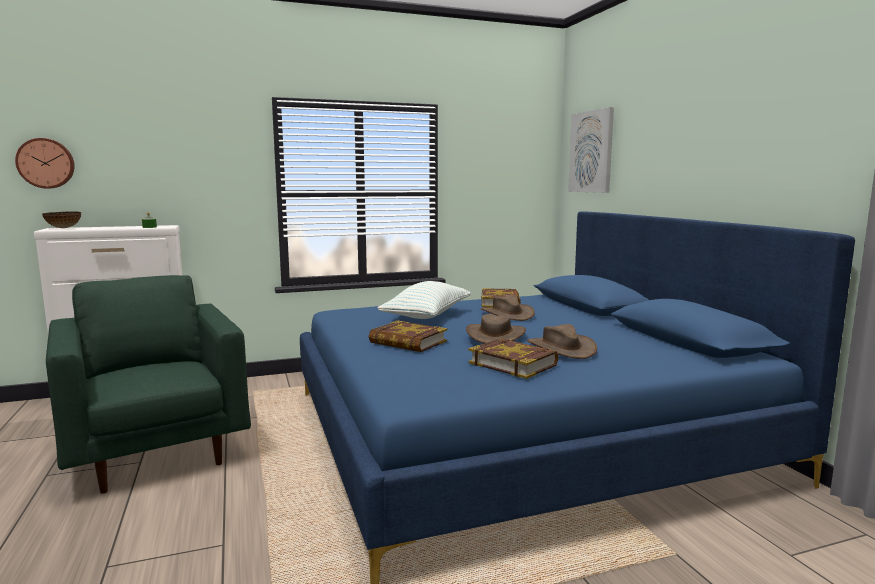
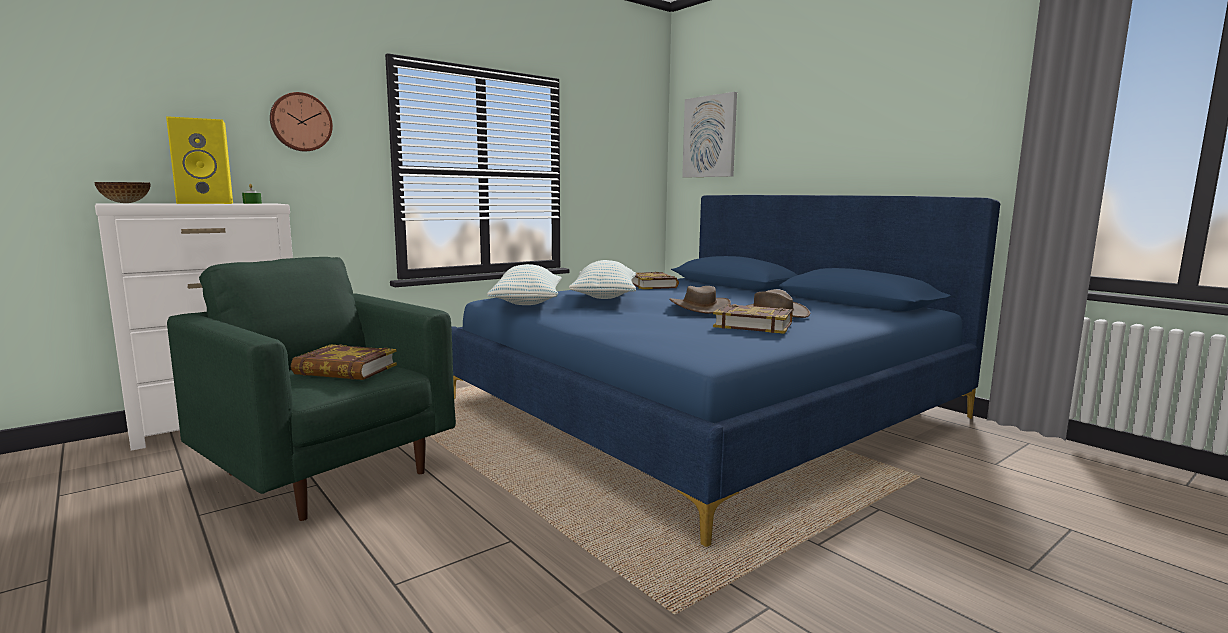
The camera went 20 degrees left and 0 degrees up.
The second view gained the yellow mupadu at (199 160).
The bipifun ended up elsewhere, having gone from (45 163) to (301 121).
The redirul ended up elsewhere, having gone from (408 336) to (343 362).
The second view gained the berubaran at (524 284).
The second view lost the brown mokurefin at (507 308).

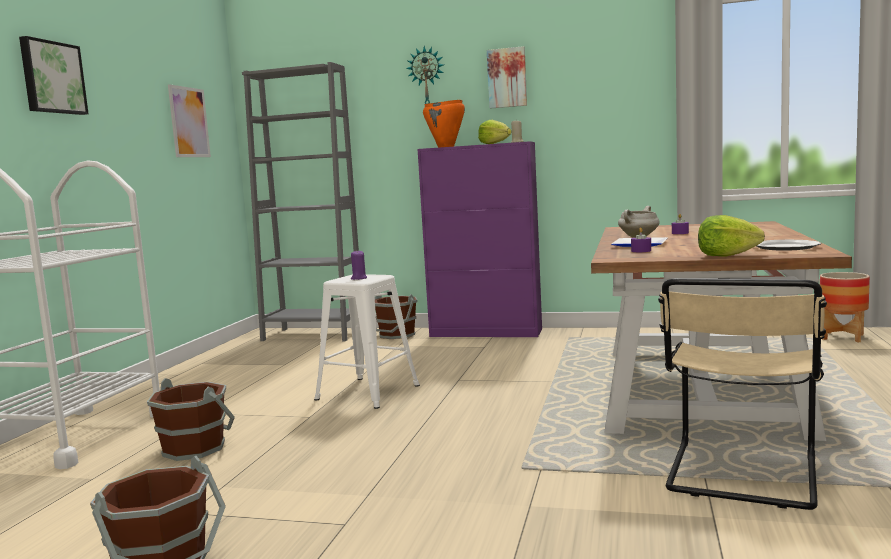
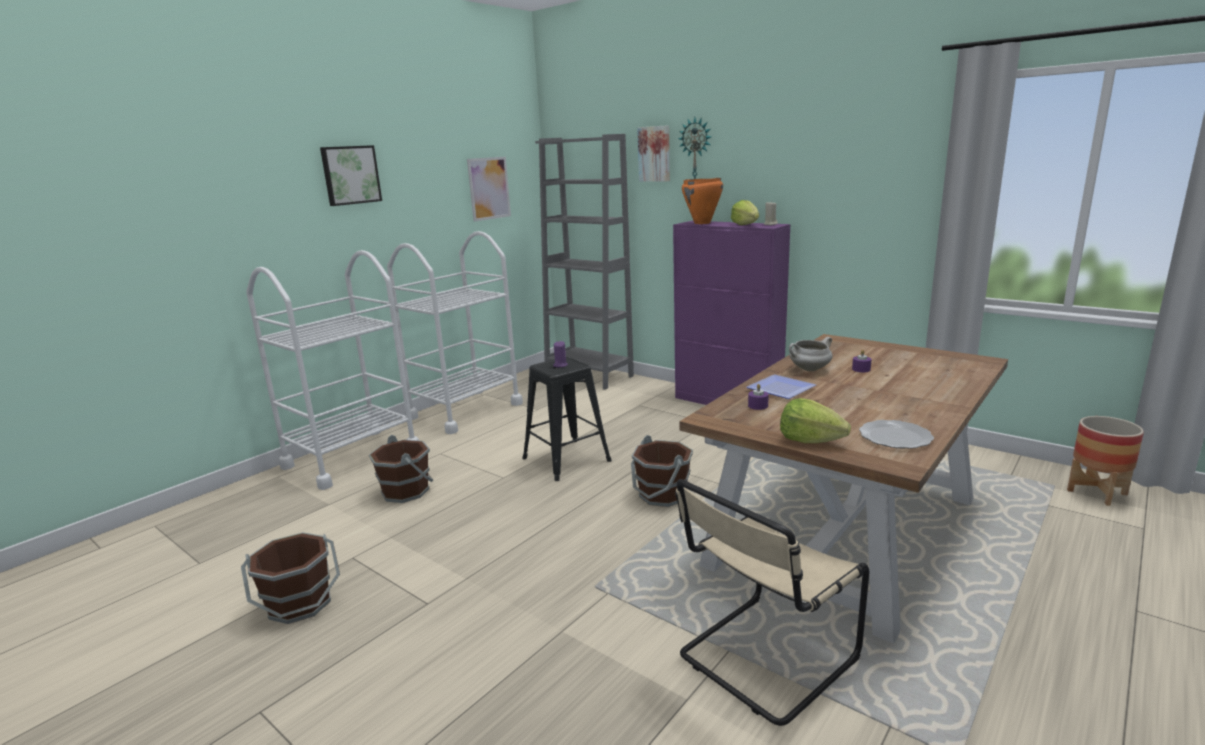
The camera went 25 degrees right and 10 degrees up.
The second view gained the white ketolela at (455 332).
What was the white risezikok at (367 341) turned into the black risezikok at (567 419).
The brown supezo ended up elsewhere, having gone from (396 316) to (662 471).
The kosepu ended up elsewhere, having gone from (507 77) to (653 153).

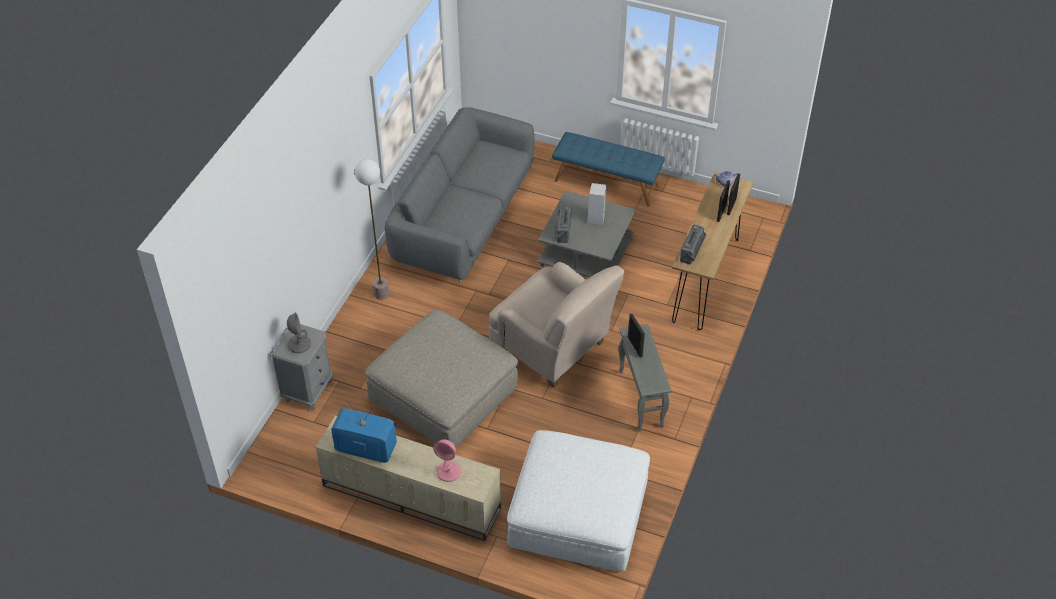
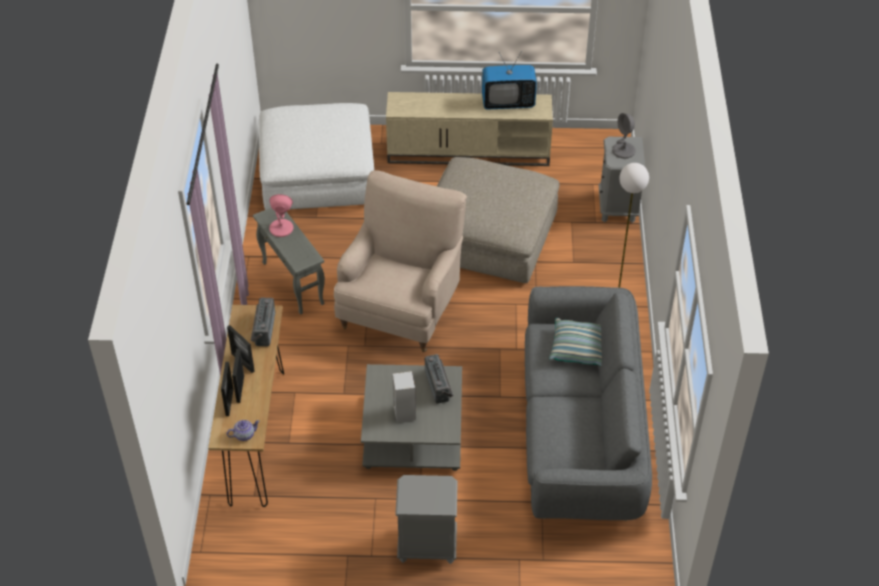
The camera went 160 degrees right and 0 degrees up.
The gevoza ended up elsewhere, having gone from (636 336) to (241 349).
The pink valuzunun ended up elsewhere, having gone from (447 460) to (281 215).
The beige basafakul at (556 325) ended up facing another way, 90 degrees clockwise from before.
Where the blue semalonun stood at (608 169), the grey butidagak came to stand at (426 519).
The second view gained the berubaran at (575 342).

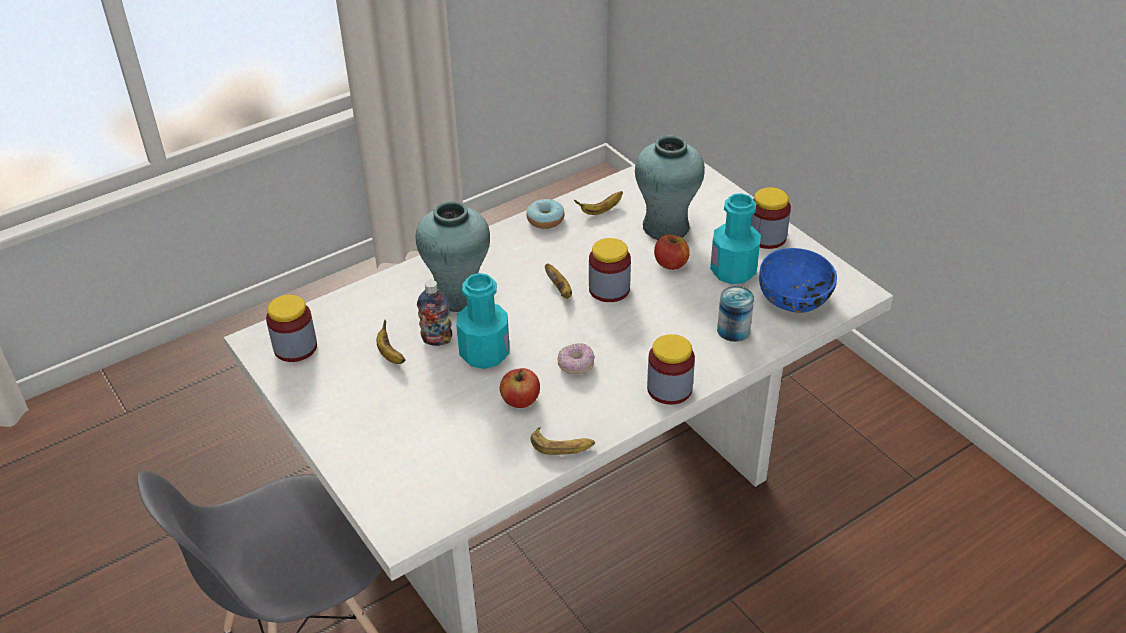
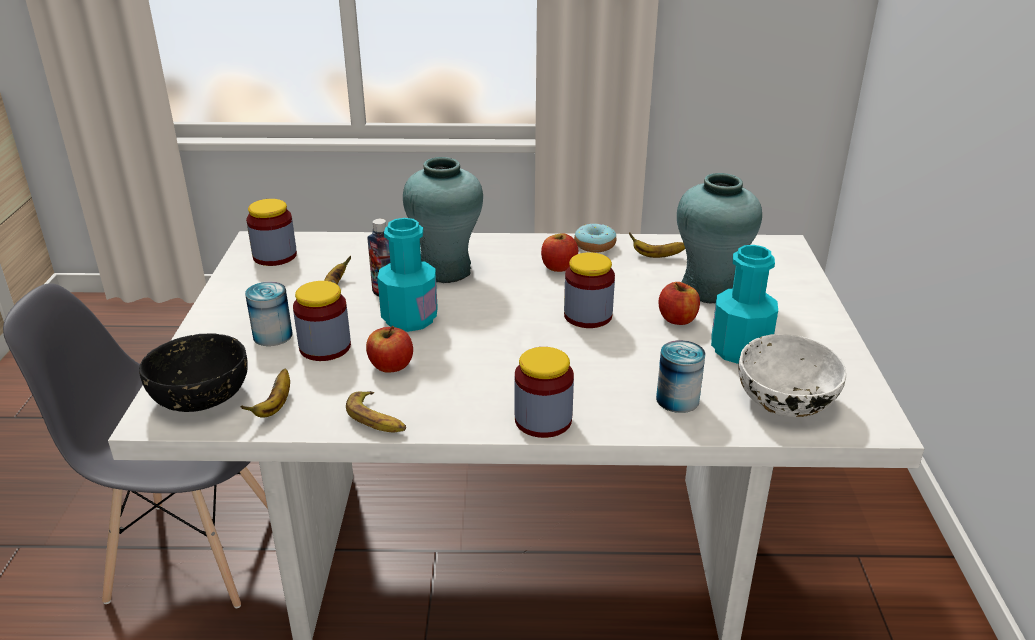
The camera went 35 degrees right and 10 degrees down.
The second view gained the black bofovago at (193 373).
The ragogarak ended up elsewhere, having gone from (558 281) to (265 393).
The second view gained the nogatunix at (269 313).
The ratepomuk ended up elsewhere, having gone from (771 218) to (322 321).
The second view gained the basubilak at (559 252).
What was the blue bofovago at (798 280) turned into the white bofovago at (792 375).
The second view lost the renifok at (576 358).

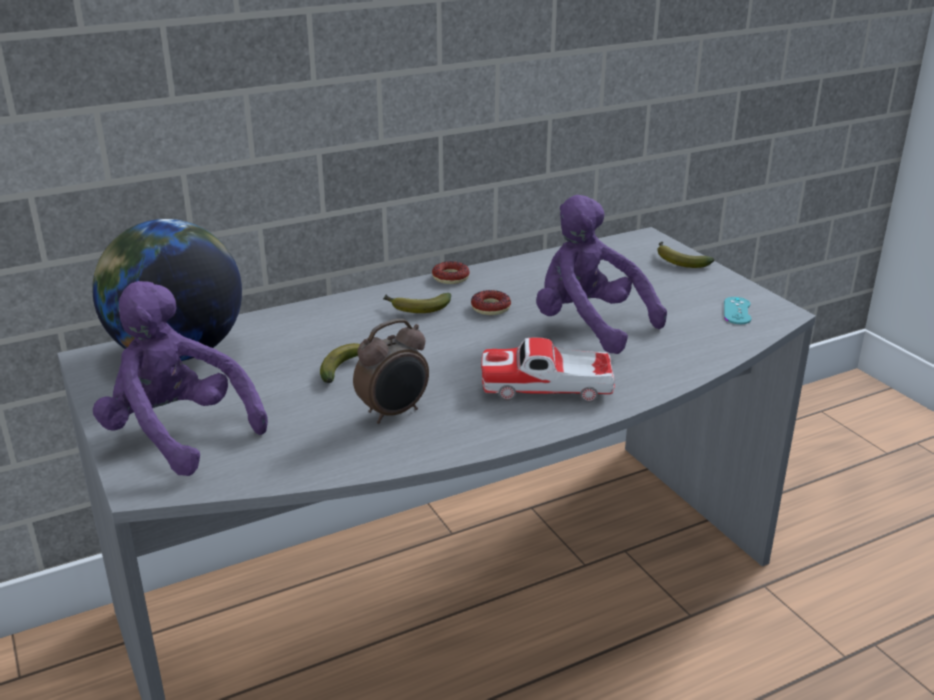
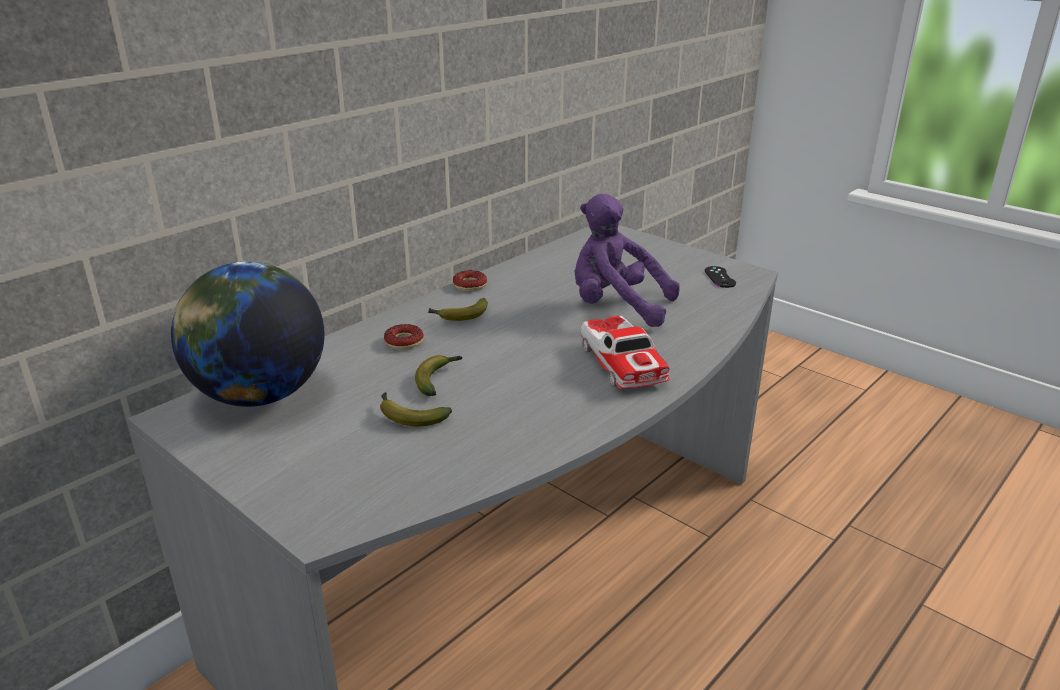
The camera went 20 degrees left and 0 degrees up.
The ragogarak ended up elsewhere, having gone from (685 254) to (416 409).
The renifok ended up elsewhere, having gone from (491 302) to (404 337).
The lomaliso at (548 370) ended up facing another way, 90 degrees counterclockwise from before.
What was the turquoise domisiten at (737 310) turned into the black domisiten at (720 277).
The second view lost the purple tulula at (180 378).
The second view lost the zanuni at (391 371).

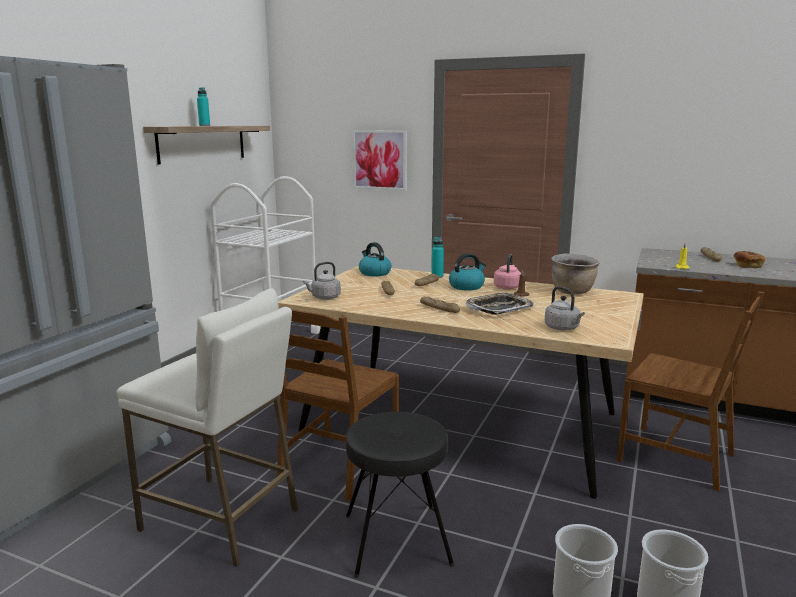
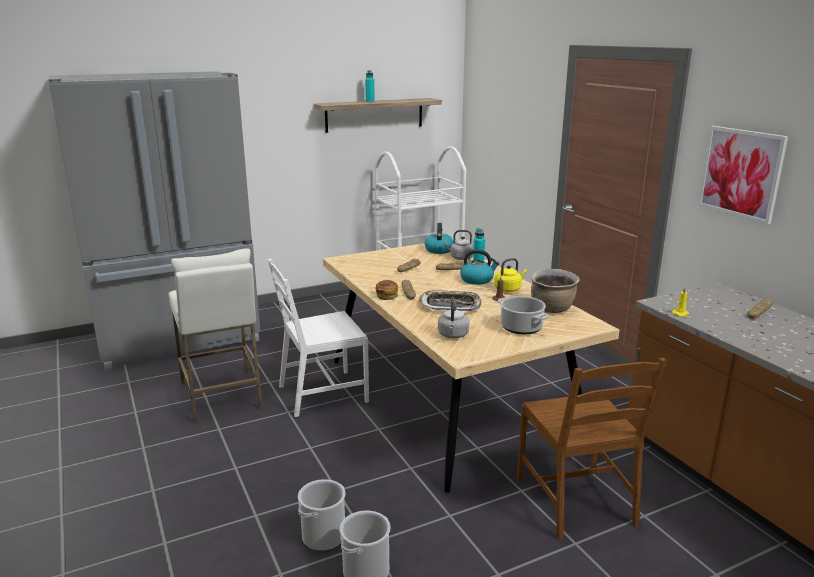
The camera went 40 degrees right and 5 degrees up.
What was the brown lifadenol at (338 405) turned into the white lifadenol at (318 338).
The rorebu ended up elsewhere, having gone from (749 259) to (387 290).
The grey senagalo ended up elsewhere, having gone from (322 281) to (459 245).
What was the pink senagalo at (507 271) turned into the yellow senagalo at (510 275).
The second view gained the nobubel at (523 315).
The kosepu ended up elsewhere, having gone from (379 160) to (743 175).
The second view lost the black risezikok at (400 495).

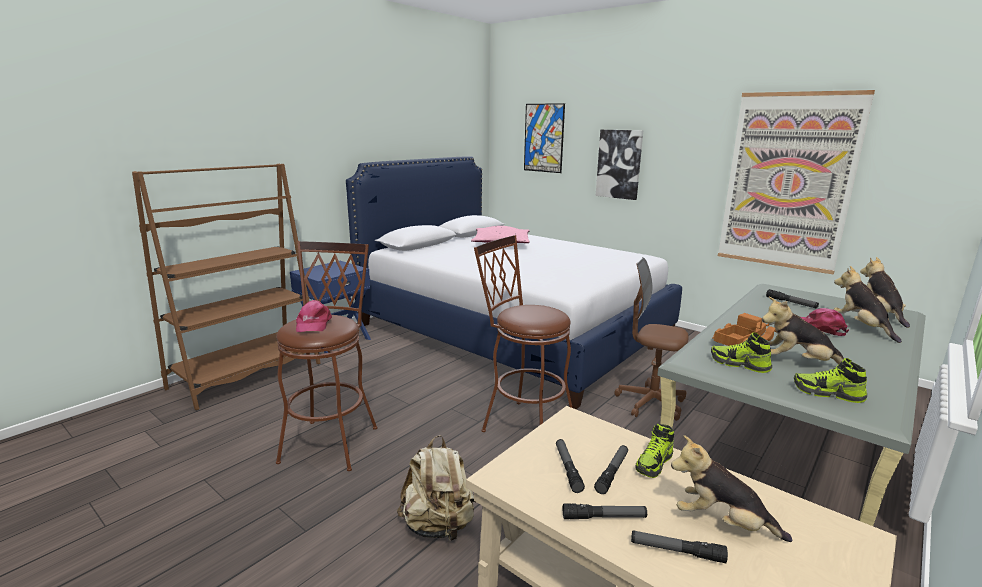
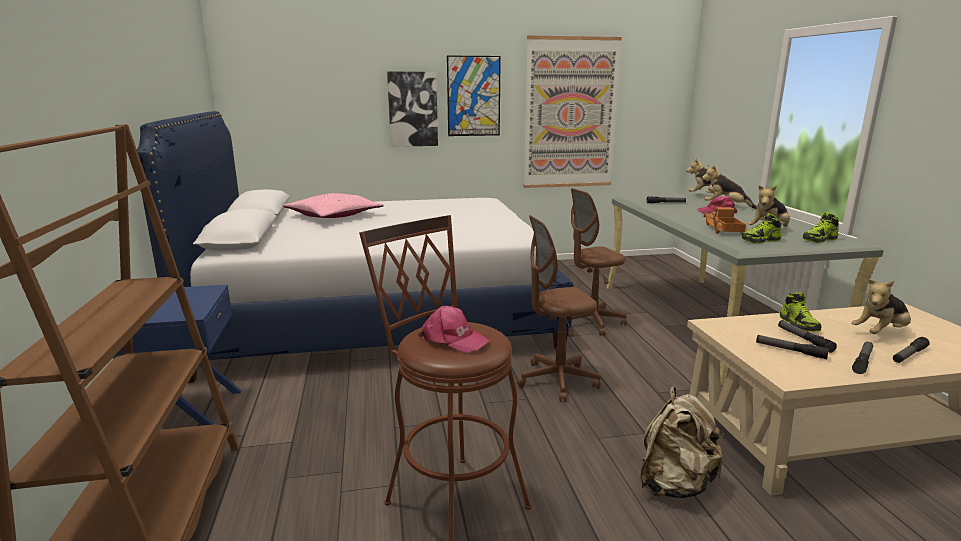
The camera went 50 degrees left and 0 degrees up.
The kosepu ended up elsewhere, having gone from (544 138) to (474 96).
Where the brown risezikok stood at (523 333), the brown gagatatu came to stand at (559 308).

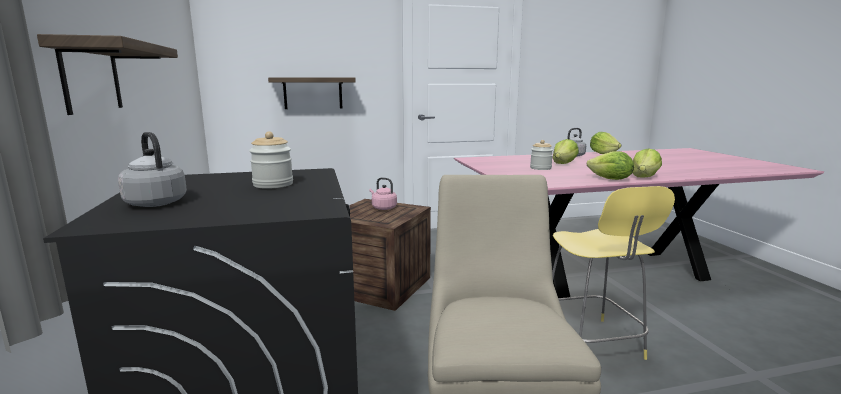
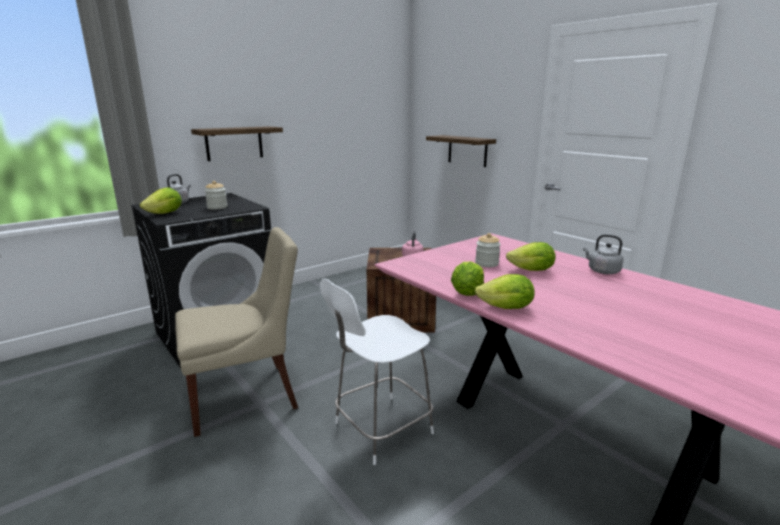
The camera went 65 degrees right and 5 degrees up.
The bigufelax ended up elsewhere, having gone from (605 143) to (161 200).
What was the yellow risezikok at (613 273) turned into the white risezikok at (377 372).

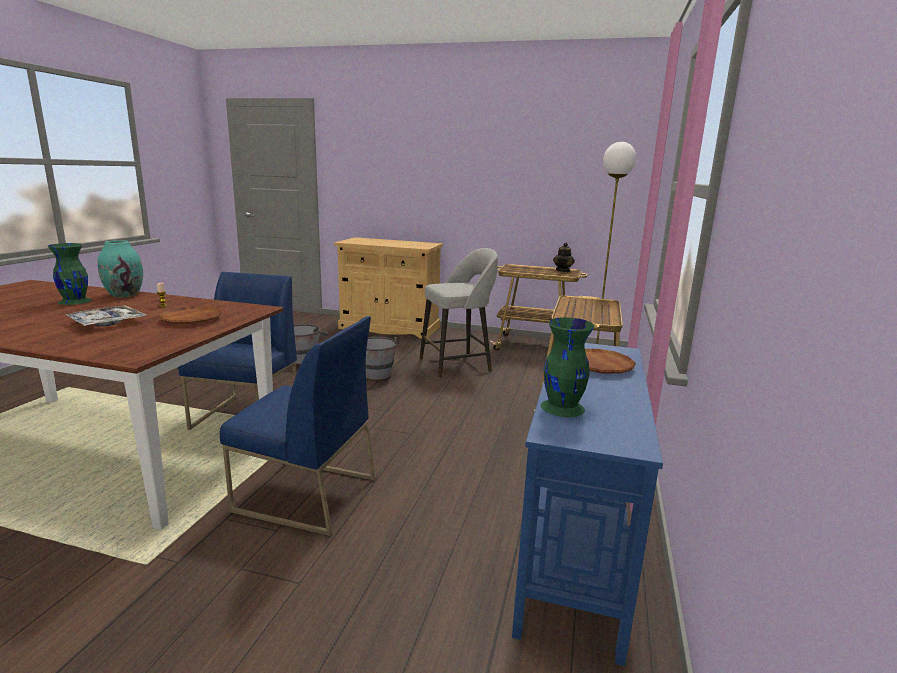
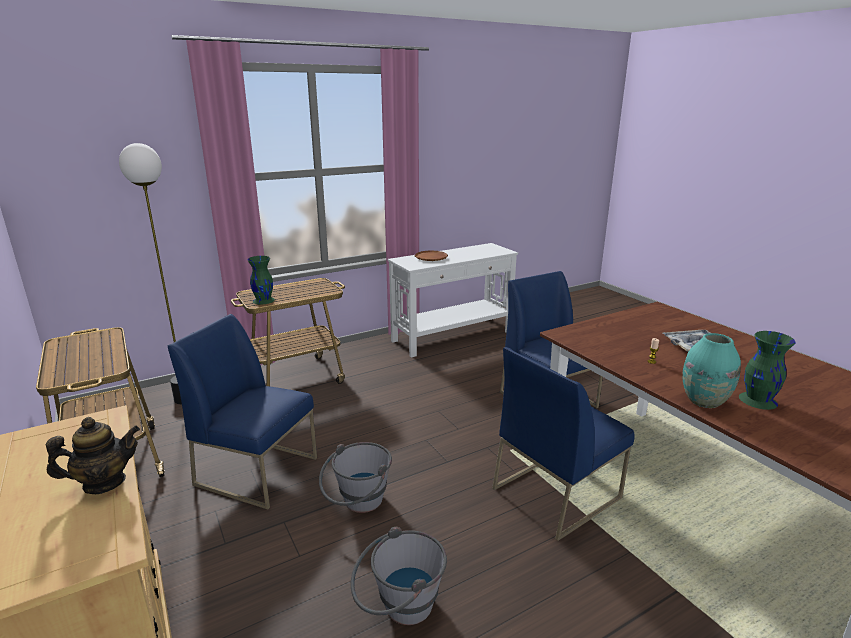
The camera went 135 degrees left and 5 degrees up.
The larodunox ended up elsewhere, having gone from (564 257) to (93 455).
Where the grey risezikok stood at (458 313), the blue lifadenol came to stand at (242 412).
The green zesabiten ended up elsewhere, having gone from (568 367) to (261 280).
What was the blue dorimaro at (587 504) turned into the white dorimaro at (453 300).
The second view lost the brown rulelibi at (190 315).

